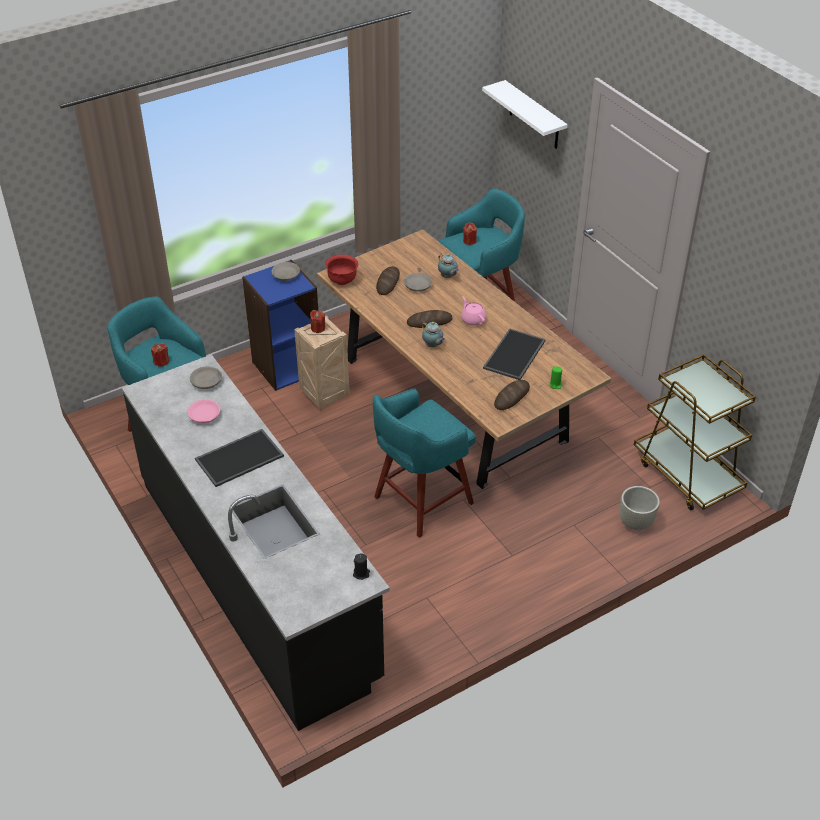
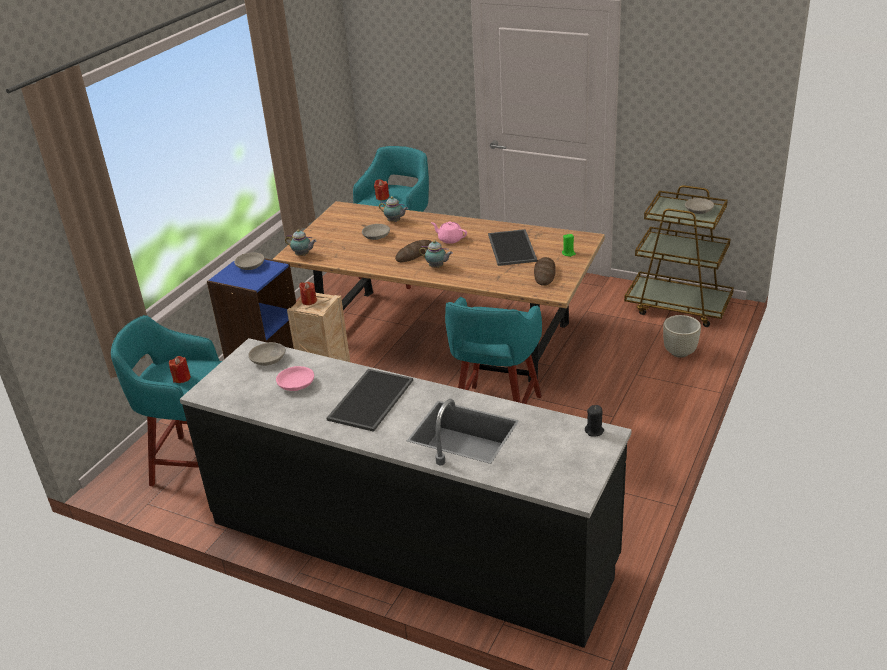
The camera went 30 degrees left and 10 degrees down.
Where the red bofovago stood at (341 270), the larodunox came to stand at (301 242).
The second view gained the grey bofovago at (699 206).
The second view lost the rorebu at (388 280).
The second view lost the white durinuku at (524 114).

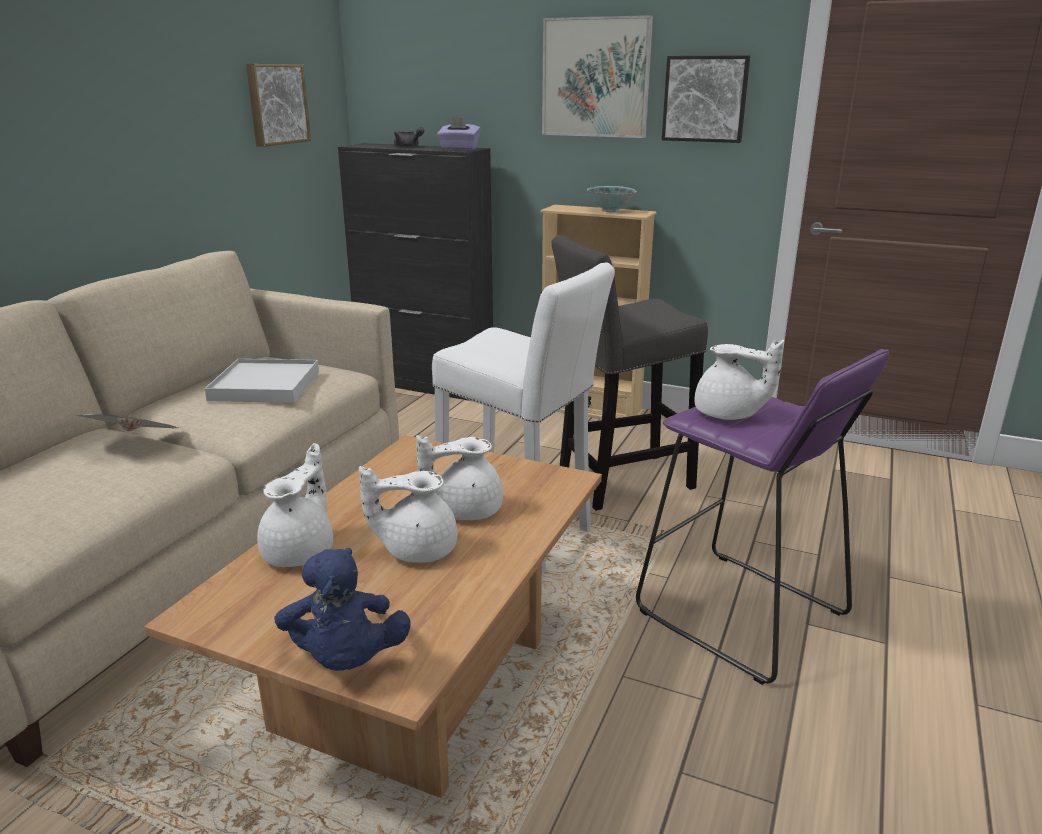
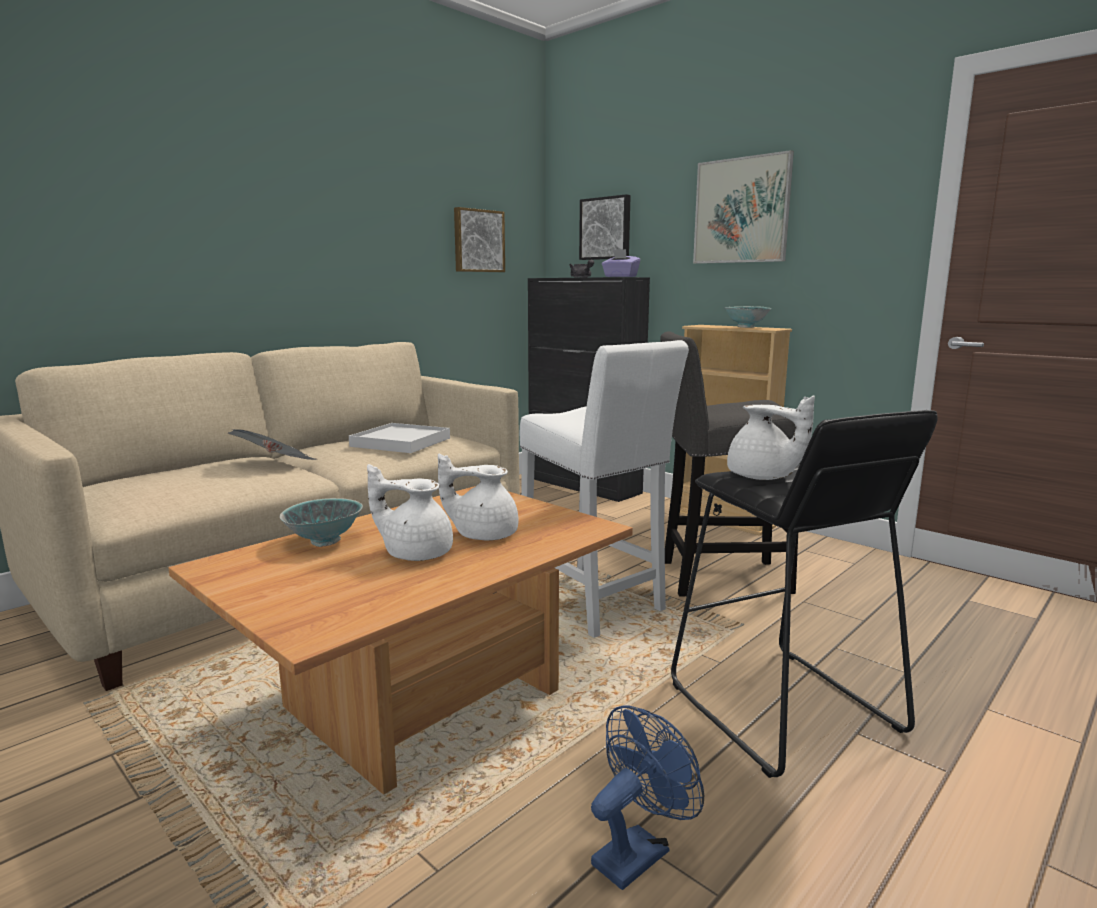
The camera went 20 degrees right and 10 degrees down.
Where the white larodunox stood at (295 505), the bofovago came to stand at (321 522).
The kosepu ended up elsewhere, having gone from (706 99) to (605 227).
The second view gained the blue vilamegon at (647 798).
What was the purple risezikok at (762 517) turned into the black risezikok at (804 594).
The second view lost the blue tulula at (342 609).

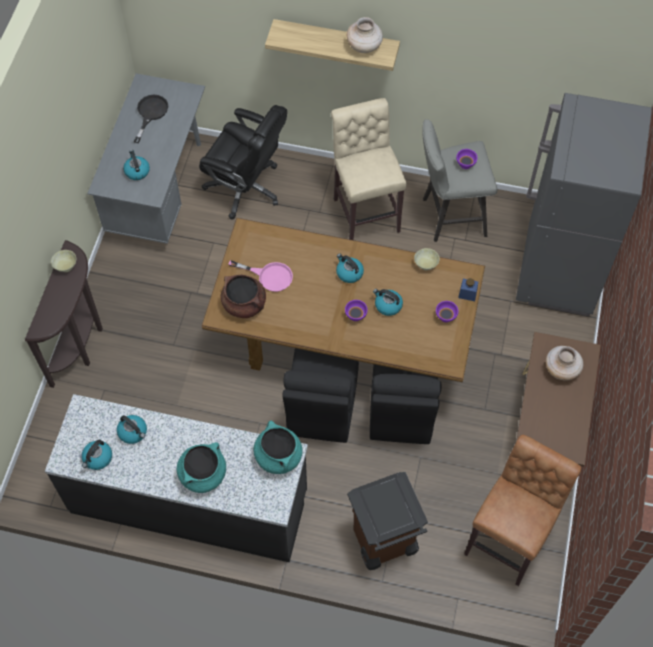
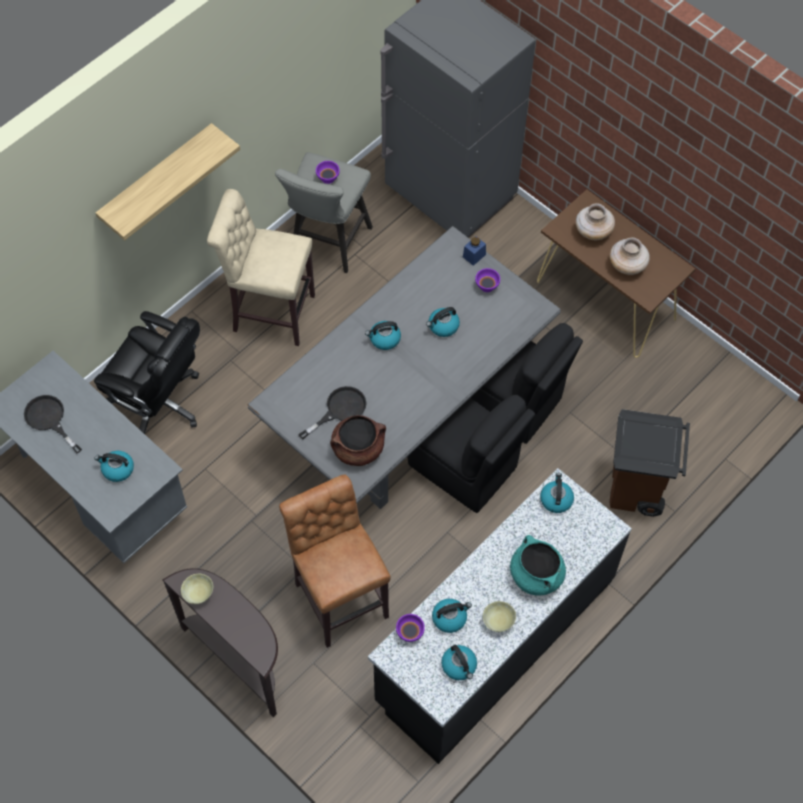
The camera went 60 degrees left and 0 degrees up.
The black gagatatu at (243 162) ended up facing another way, 60 degrees clockwise from before.
What was the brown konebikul at (343 300) turned into the grey konebikul at (404 367).
The brown risezikok ended up elsewhere, having gone from (522 510) to (335 561).
What was the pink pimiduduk at (260 276) turned into the black pimiduduk at (332 412).
The purple bofovago ended up elsewhere, having gone from (356 310) to (410 628).
The beige bofovago ended up elsewhere, having gone from (427 259) to (499 616).
Where the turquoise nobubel stood at (277 447), the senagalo came to stand at (557 492).
The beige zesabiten ended up elsewhere, having gone from (365 35) to (630 256).

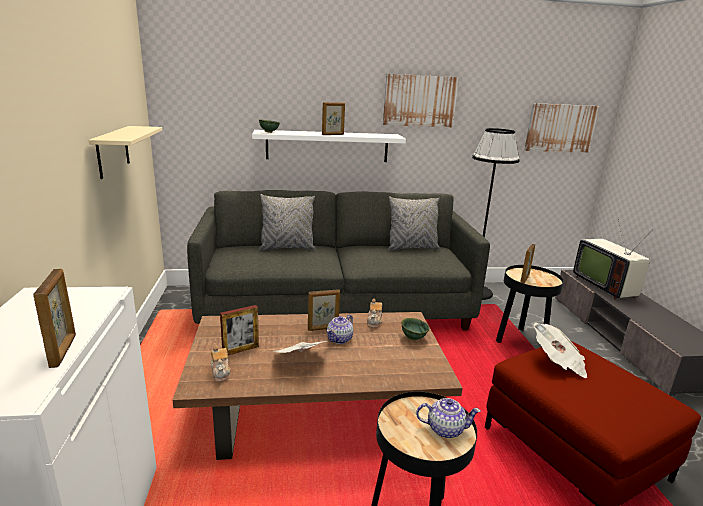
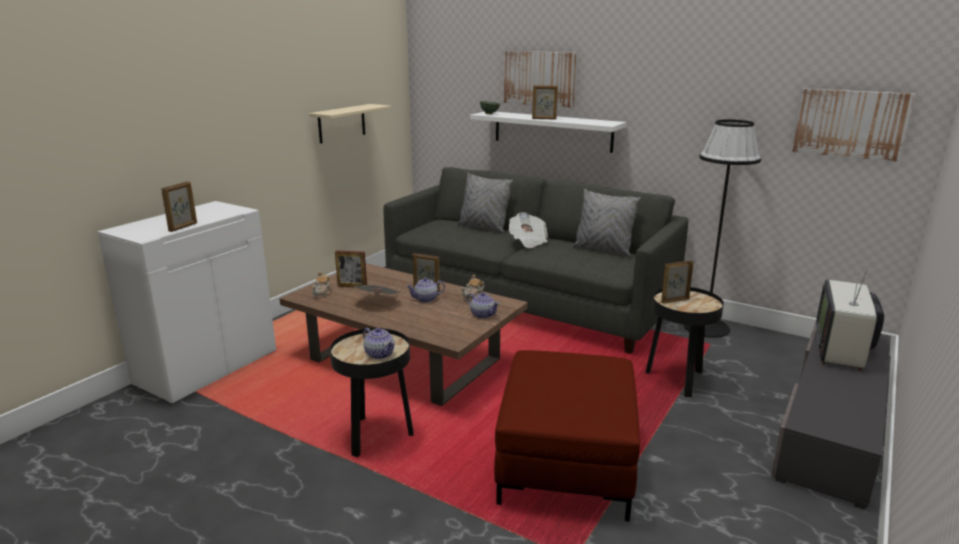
The camera went 40 degrees right and 0 degrees up.
Where the green bofovago stood at (415 329), the larodunox came to stand at (483 305).
The kosepu ended up elsewhere, having gone from (421 100) to (540 79).
The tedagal ended up elsewhere, having gone from (560 350) to (528 230).

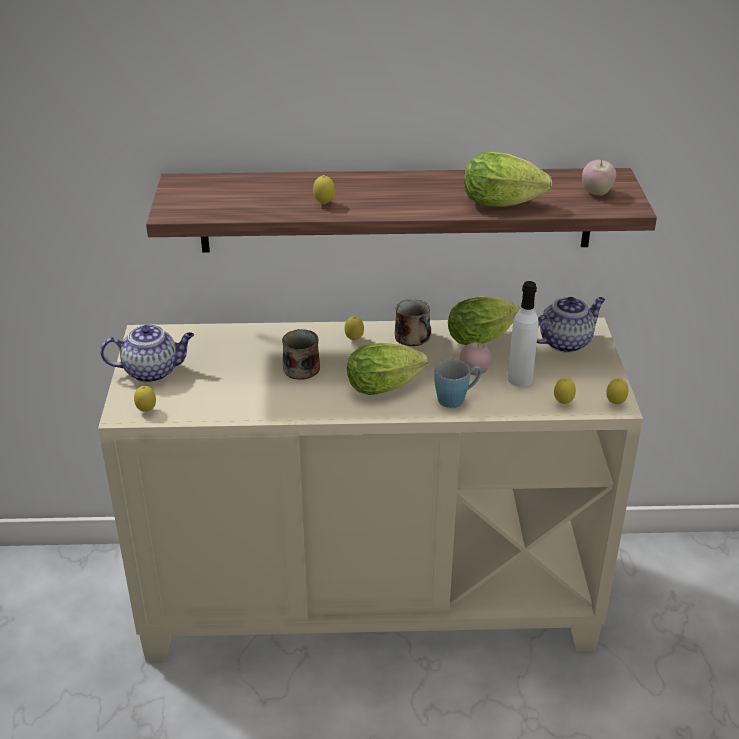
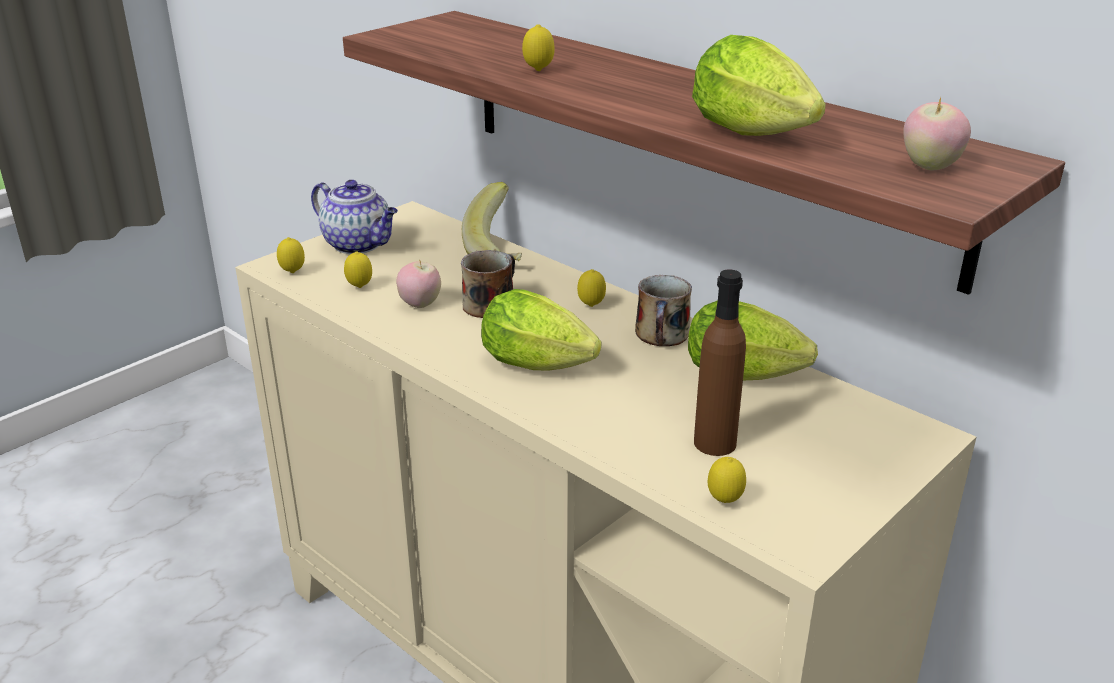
The camera went 45 degrees right and 5 degrees down.
The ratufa ended up elsewhere, having gone from (617 392) to (358 269).
The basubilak ended up elsewhere, having gone from (475 358) to (418 283).
The second view gained the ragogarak at (492 221).
What was the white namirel at (523 334) turned into the brown namirel at (720 363).
The second view lost the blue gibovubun at (458 383).
The second view lost the larodunox at (571 325).

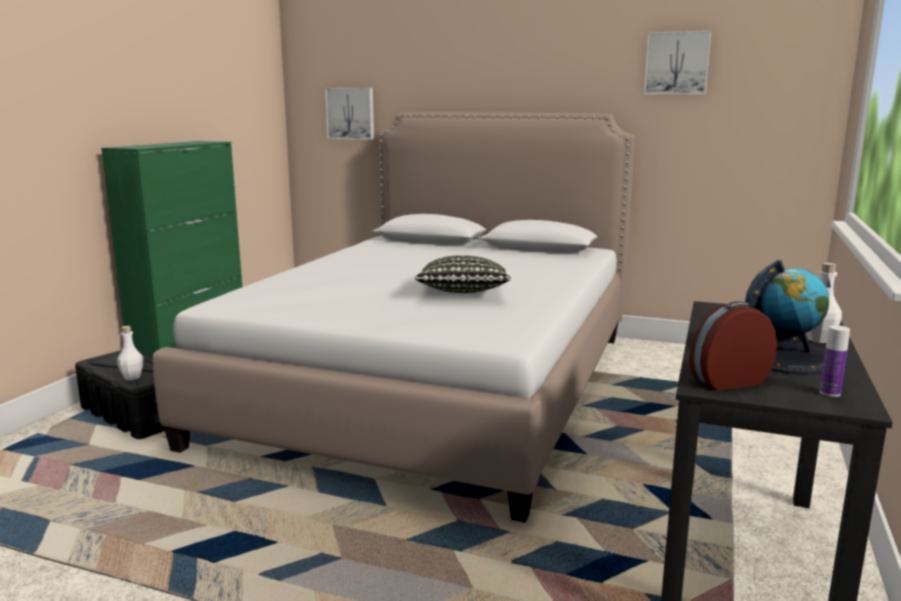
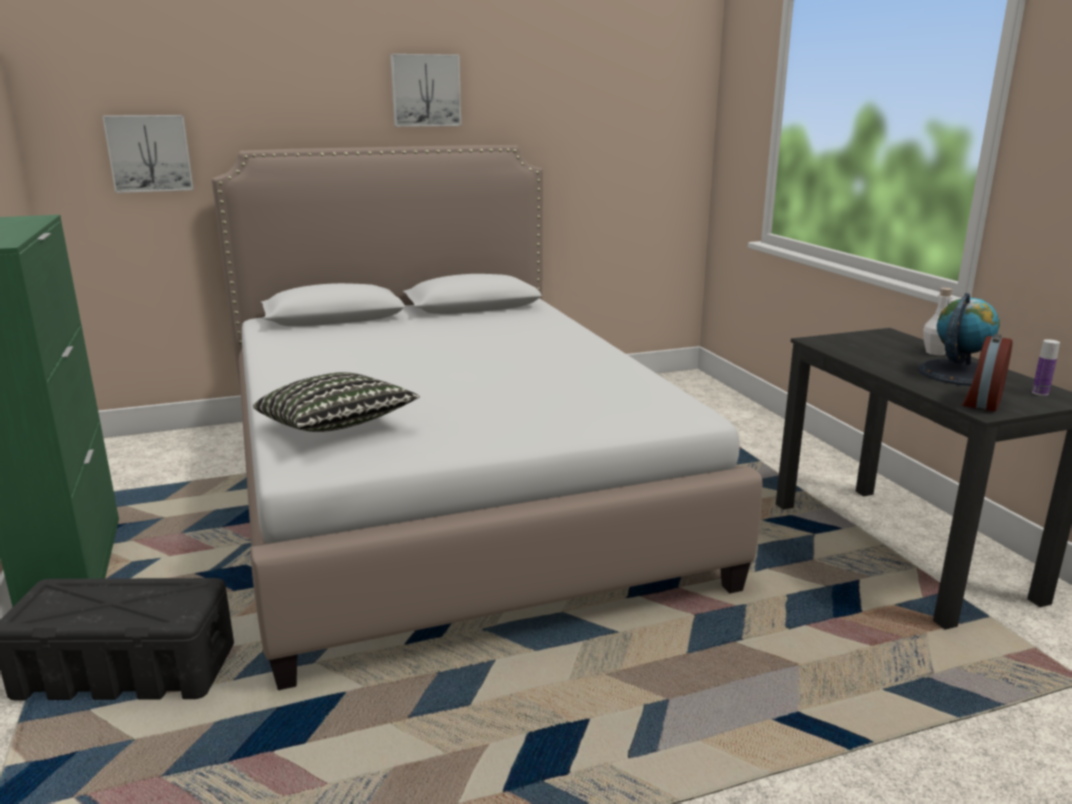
The camera went 40 degrees left and 5 degrees up.
The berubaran ended up elsewhere, having gone from (463 274) to (336 402).
The kosepu ended up elsewhere, having gone from (677 63) to (425 90).
The second view lost the white namirel at (130 353).

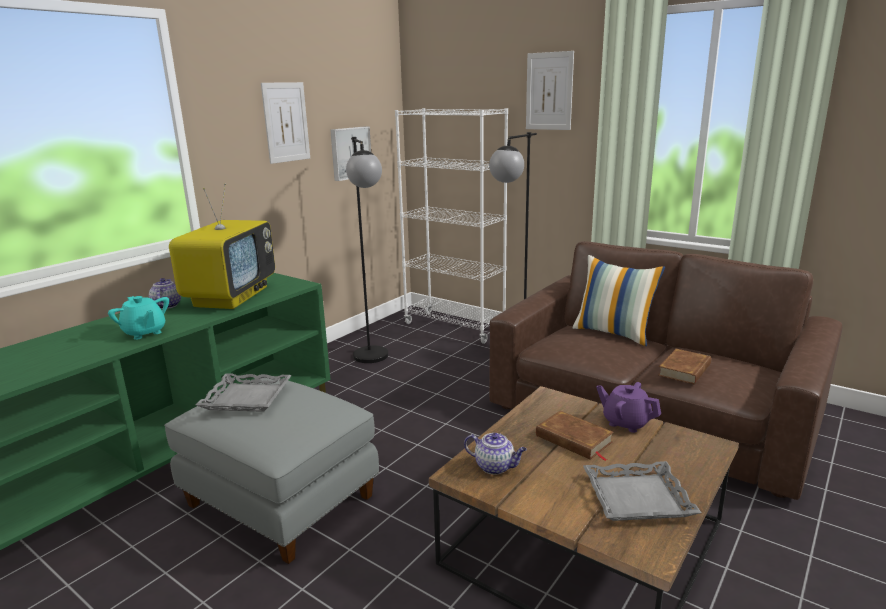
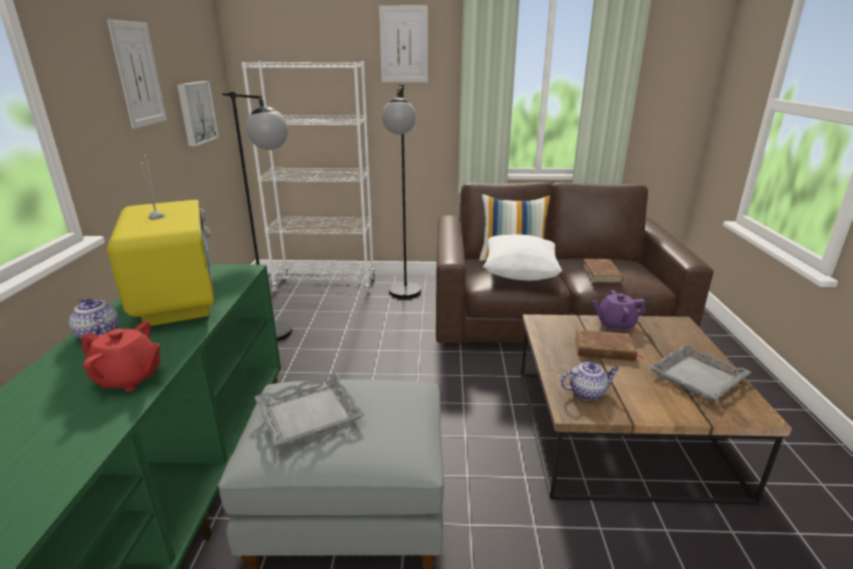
The camera went 35 degrees left and 5 degrees up.
What was the turquoise larodunox at (138 318) turned into the red larodunox at (121 356).
The second view gained the white berubaran at (522 257).

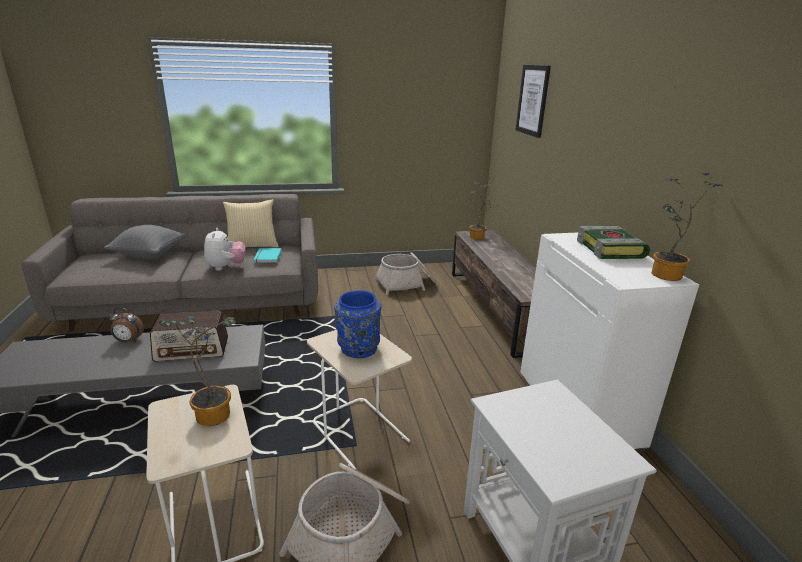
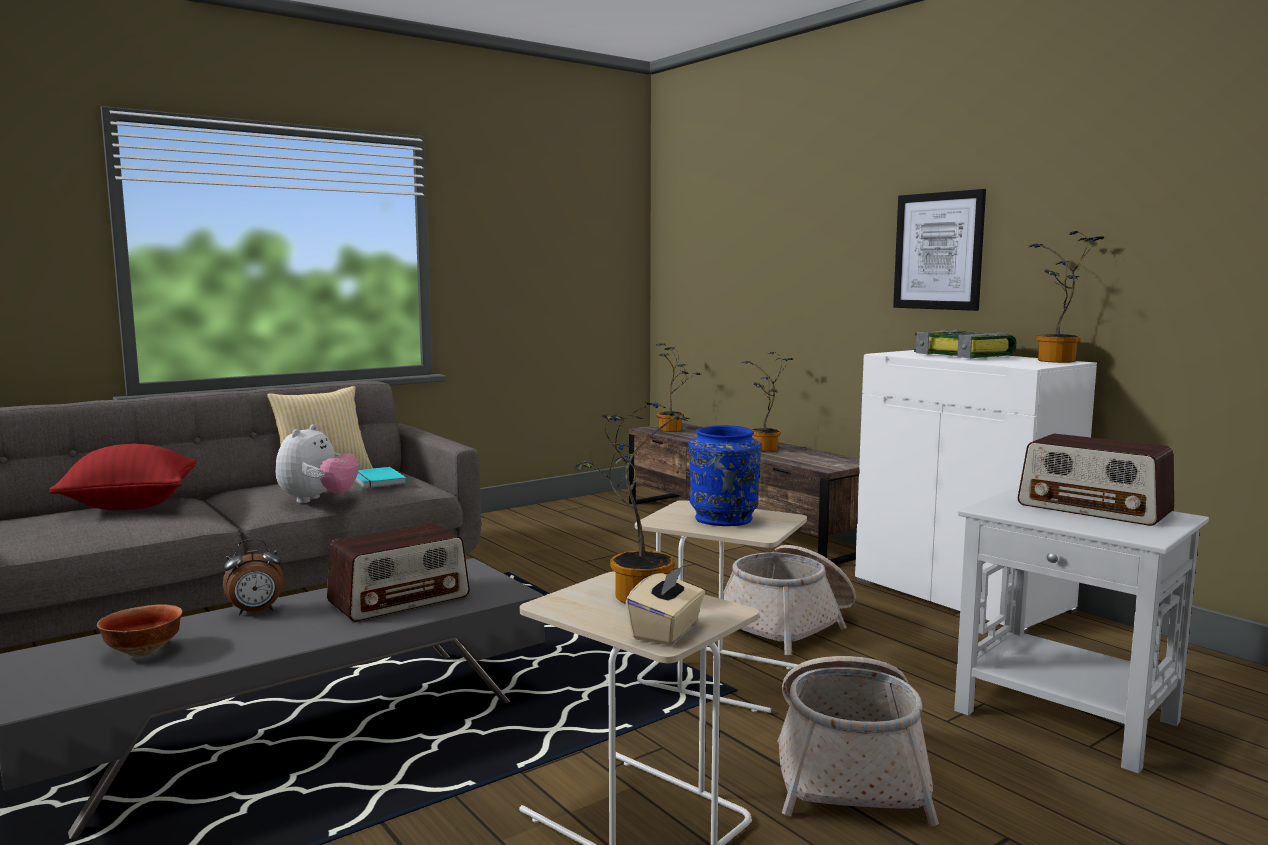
The camera went 25 degrees left and 15 degrees down.
What was the grey berubaran at (145 242) turned into the red berubaran at (123 477).
The second view gained the bofovago at (140 630).
The tulula at (225 249) ended up facing another way, 45 degrees clockwise from before.
The second view gained the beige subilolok at (665 606).
The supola ended up elsewhere, having gone from (405 273) to (789 600).
The second view gained the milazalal at (767 402).
The kosepu ended up elsewhere, having gone from (533 101) to (939 250).
The second view gained the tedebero at (1096 480).

